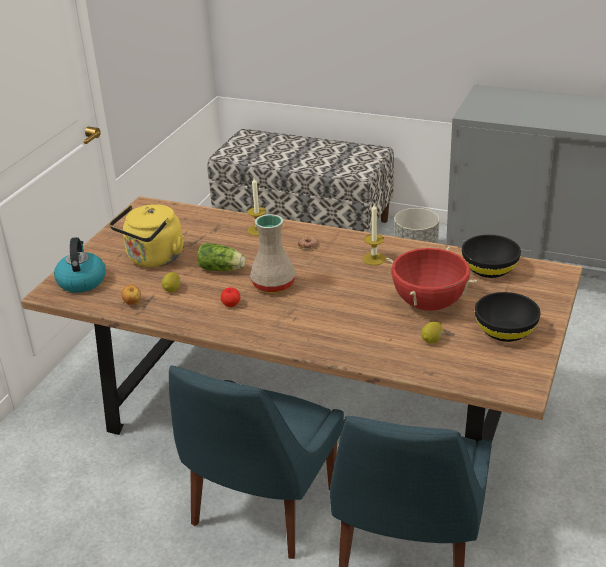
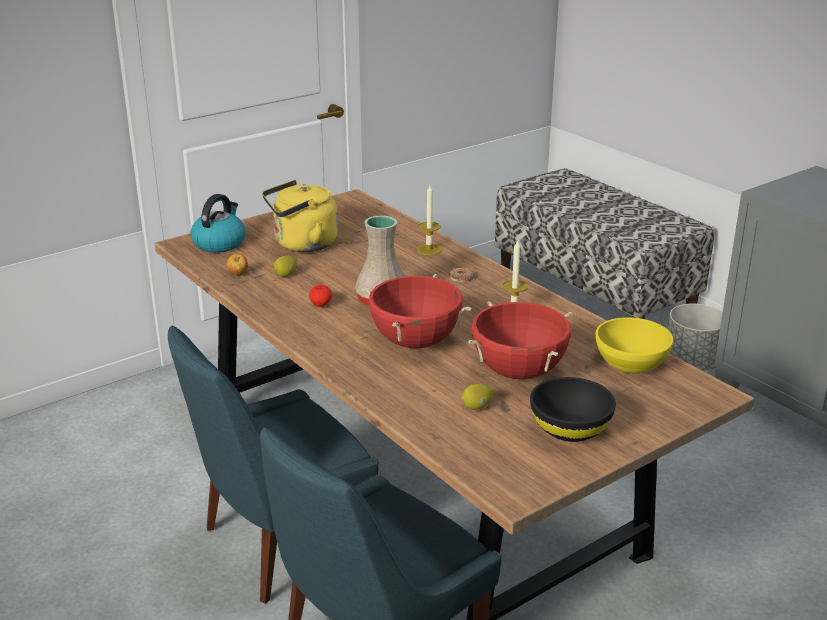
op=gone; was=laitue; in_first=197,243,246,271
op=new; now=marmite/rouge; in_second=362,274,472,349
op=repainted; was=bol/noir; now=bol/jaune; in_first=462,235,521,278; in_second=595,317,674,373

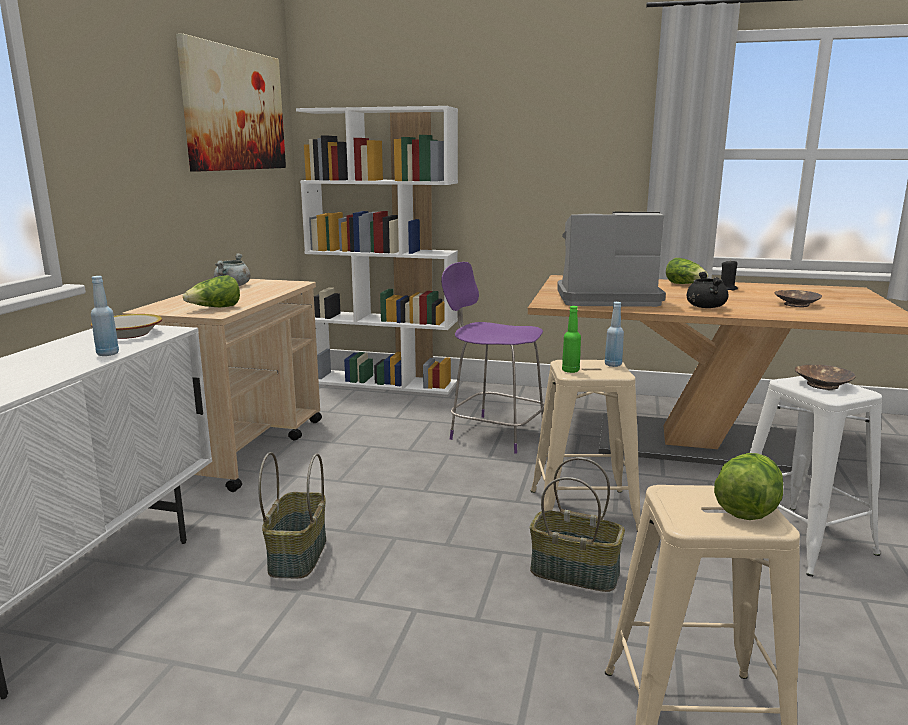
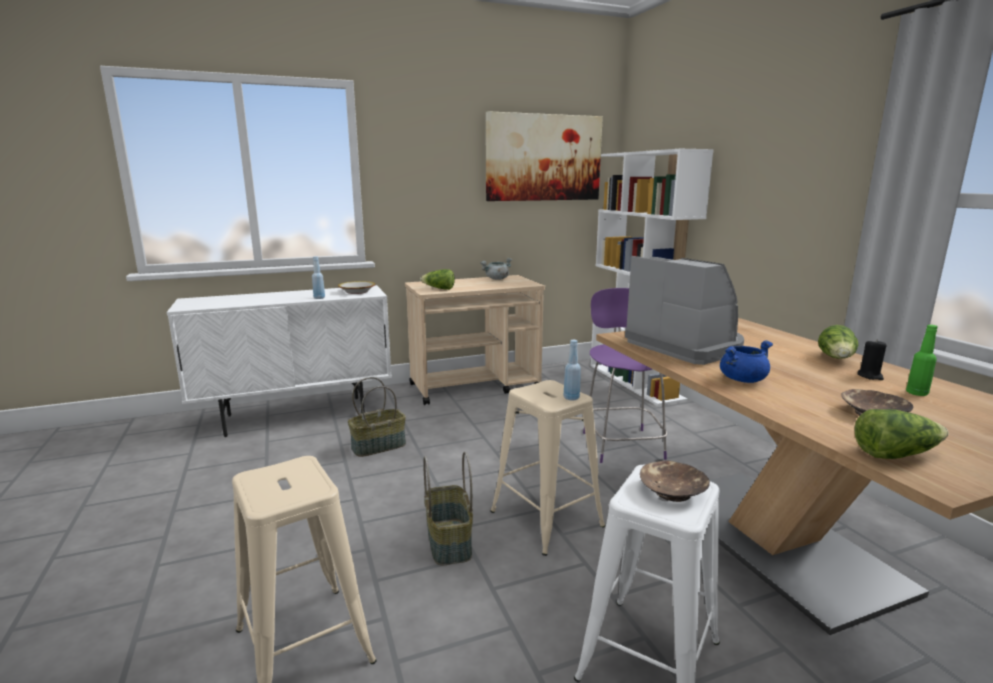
op=shifted; was=bouteille/vert; in_first=562,306,581,373; in_second=906,325,938,396
op=shifted; was=laitue; in_first=714,453,783,520; in_second=854,409,949,459
op=repainted; was=marmite/noir; now=marmite/bleu; in_first=687,272,728,308; in_second=720,340,773,383

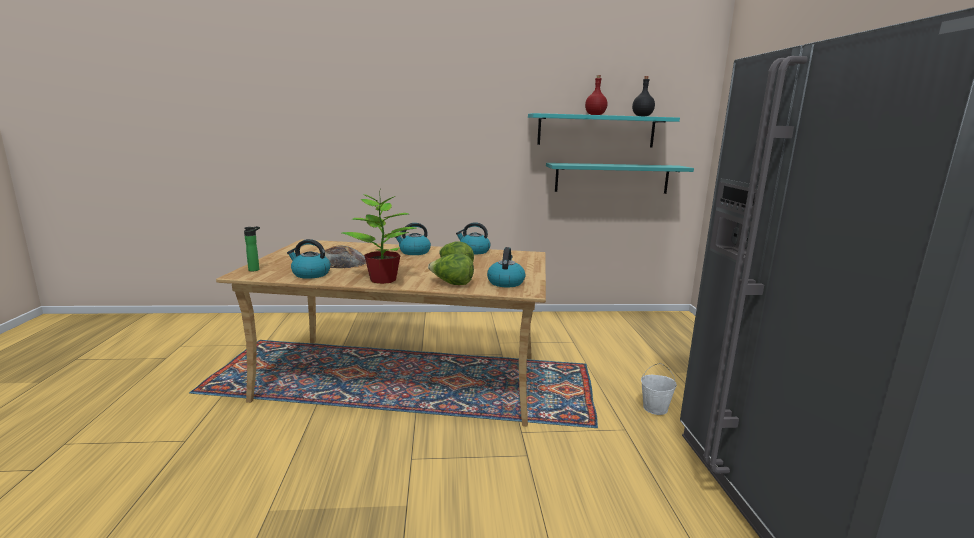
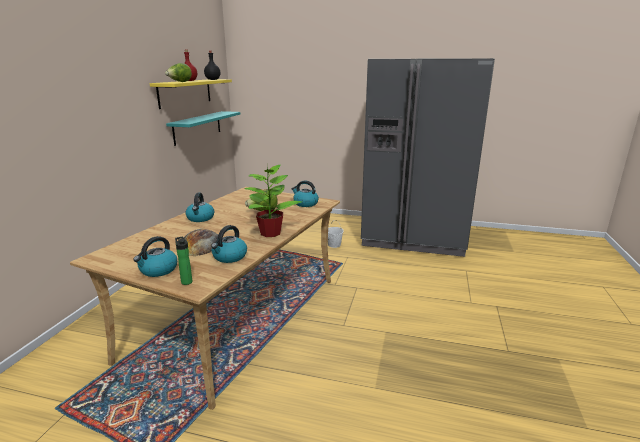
op=shifted; was=laitue; in_first=428,253,474,285; in_second=165,63,192,82
op=shifted; was=bouilloire; in_first=456,222,491,254; in_second=133,236,177,277
op=repainted; was=étagère/turquoise; now=étagère/jaune; in_first=528,113,680,147; in_second=150,79,232,109

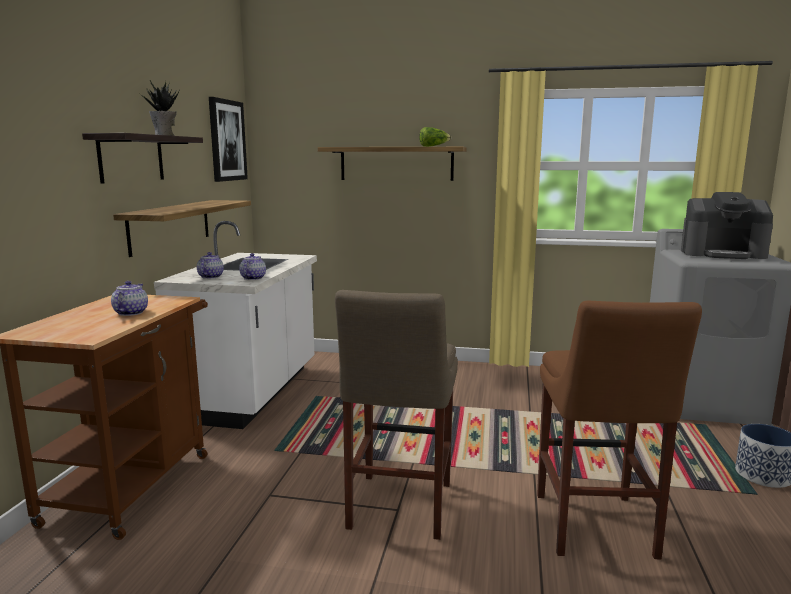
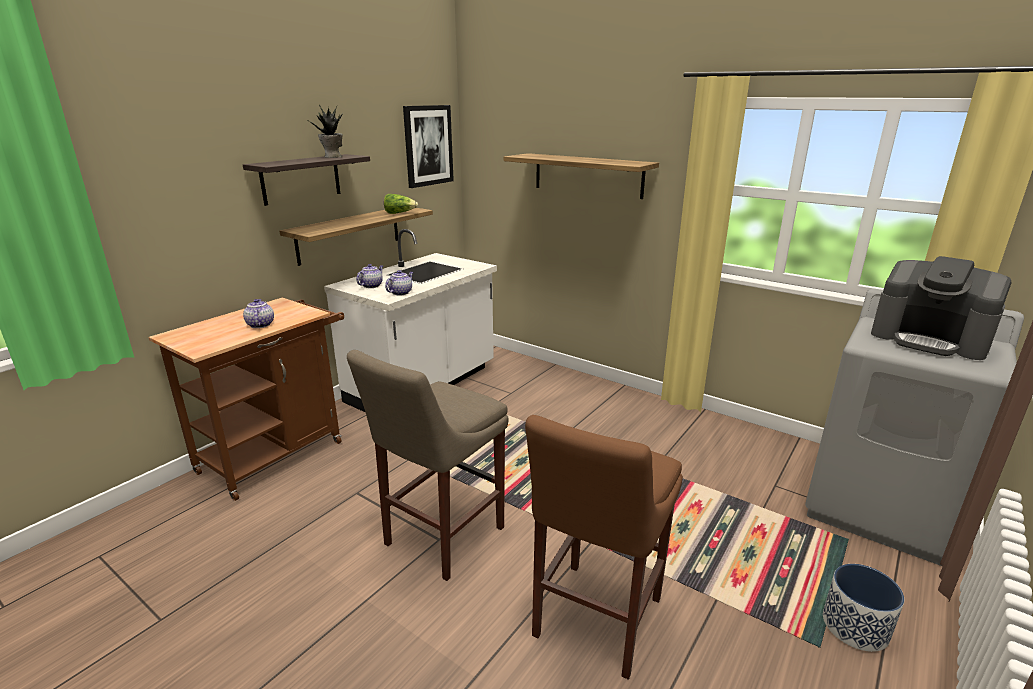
op=shifted; was=laitue; in_first=419,127,451,147; in_second=384,194,418,214
op=rotated; was=théière; in_first=111,281,148,316; in_second=243,299,274,328; clockwise=-45

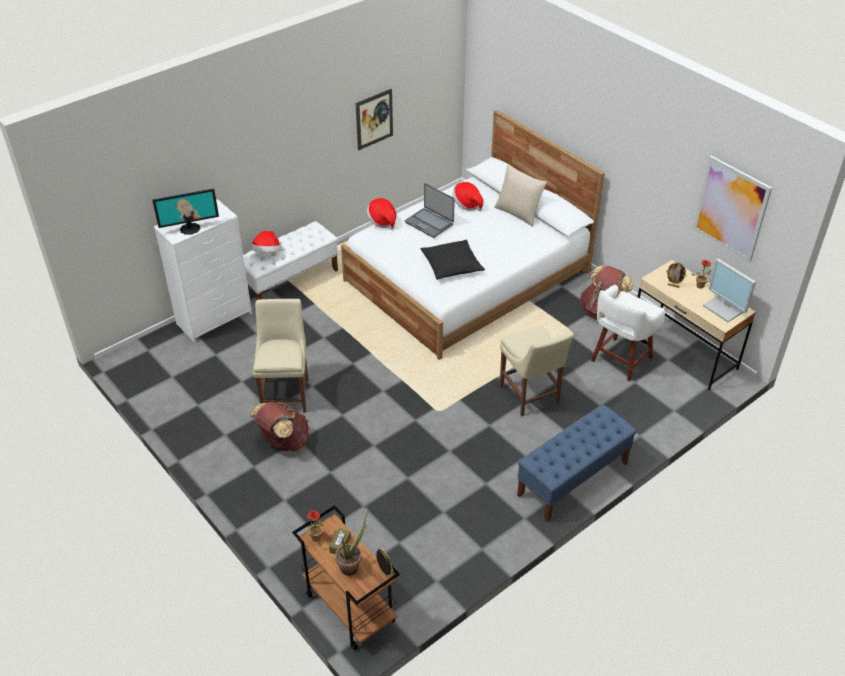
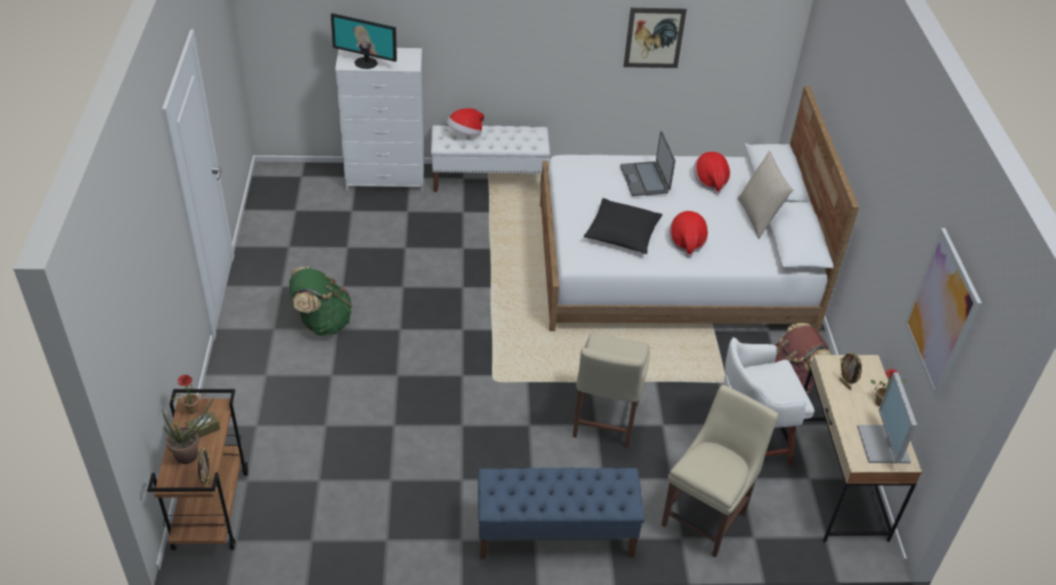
op=shifted; was=chaise/beige; in_first=253,299,309,413; in_second=661,385,778,558
op=shifted; was=chapeau; in_first=367,198,397,230; in_second=669,211,708,257
op=repainted; was=sac à dos/marron; now=sac à dos/vert; in_first=249,402,309,451; in_second=289,267,352,335

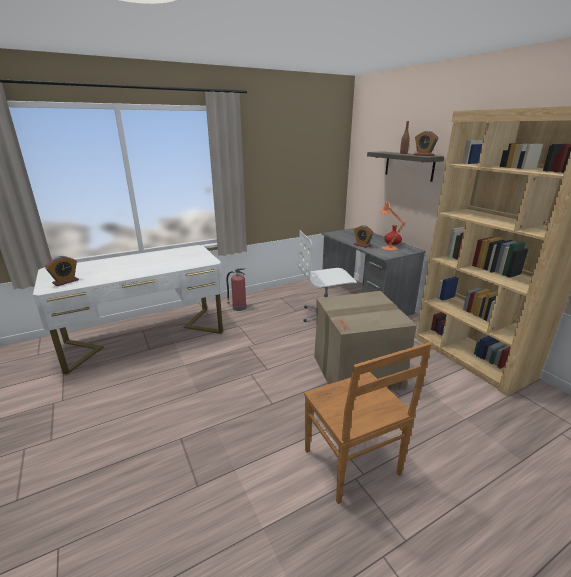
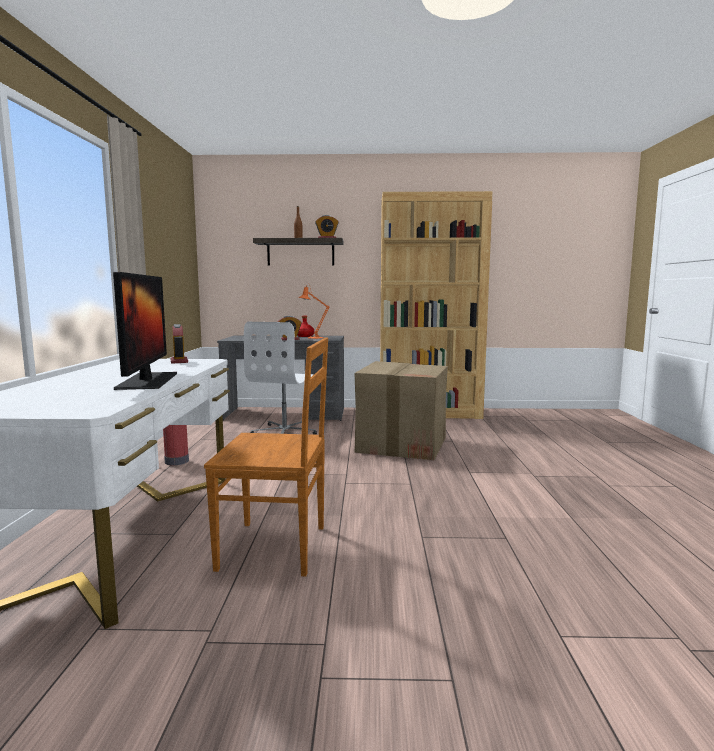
op=new; now=écran d'ordinateur; in_second=113,272,177,390
op=shifted; was=réveil; in_first=45,256,79,286; in_second=170,324,188,364
op=shifted; was=chaise/marron; in_first=304,342,432,504; in_second=204,337,328,576

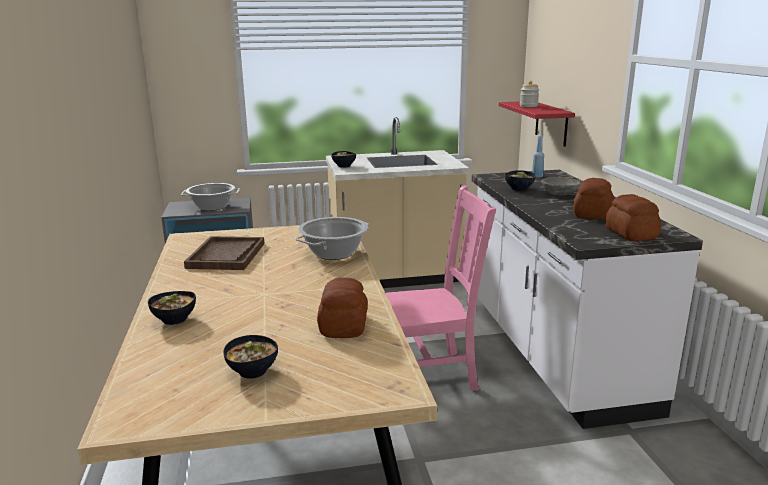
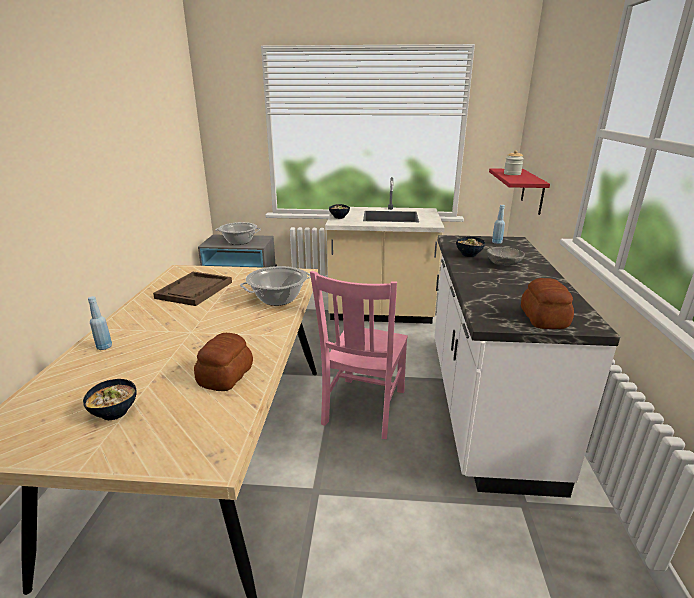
op=gone; was=pain; in_first=573,178,613,219
op=swapped; was=bol; now=bouteille/bleu; in_first=148,291,196,325; in_second=88,296,112,350
op=rotated; was=chaise/rose; in_first=385,185,496,390; in_second=310,271,408,439; clockwise=105

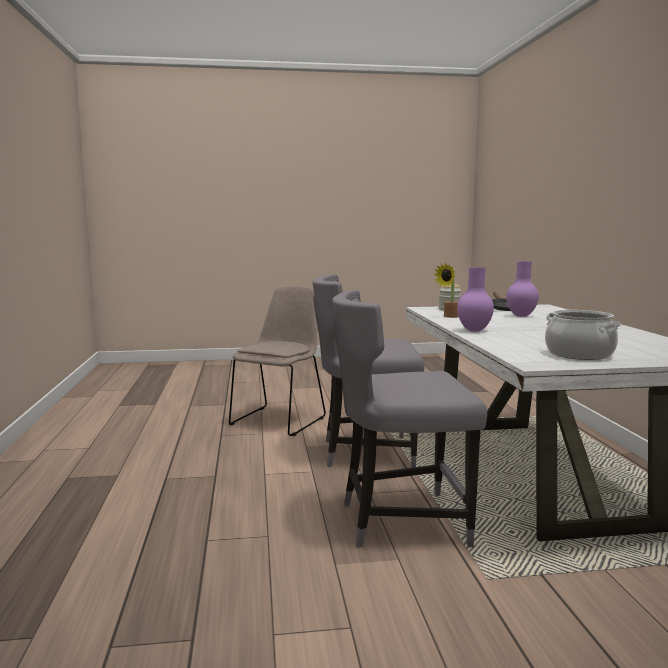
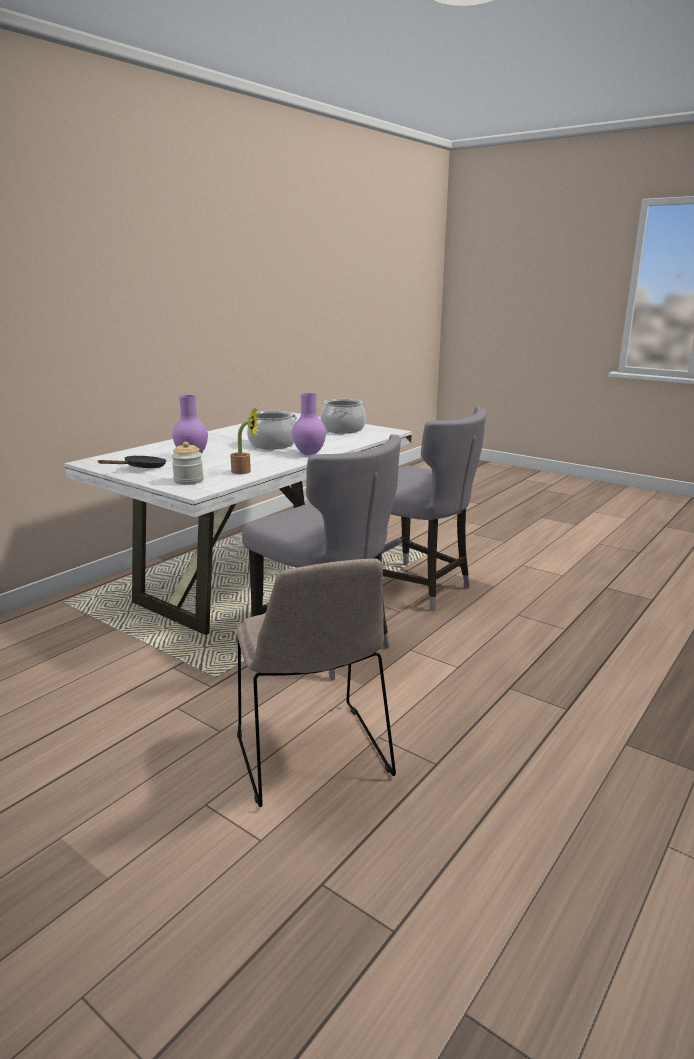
op=new; now=marmite; in_second=247,411,297,449
op=rotated; was=chaise/beige; in_first=229,286,326,436; in_second=237,559,396,807; clockwise=-90

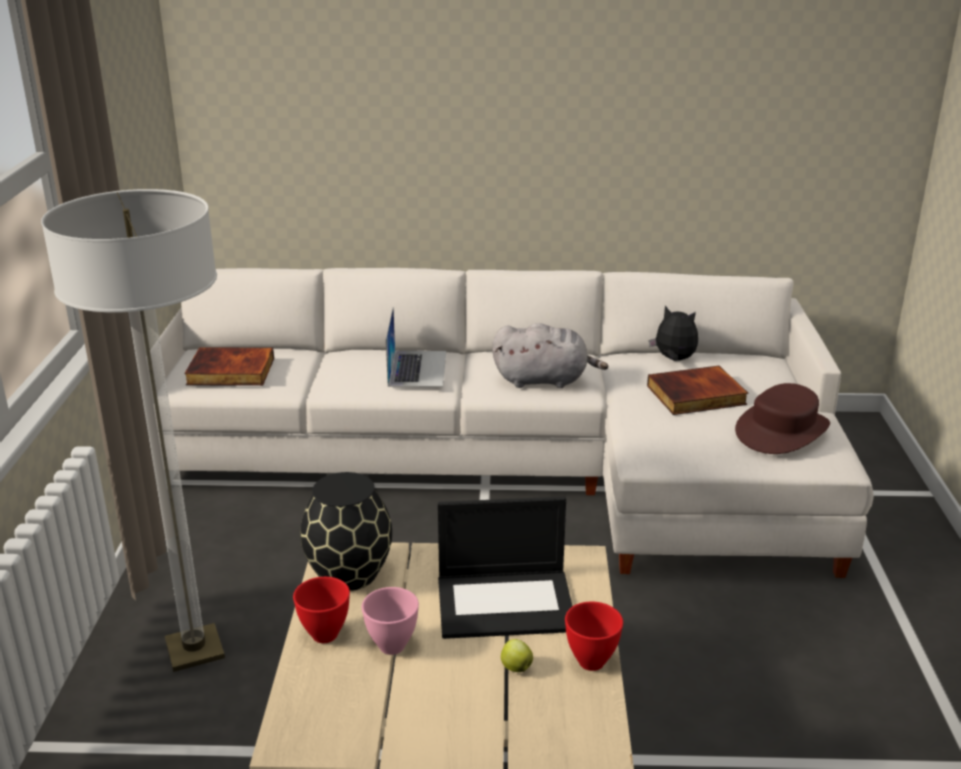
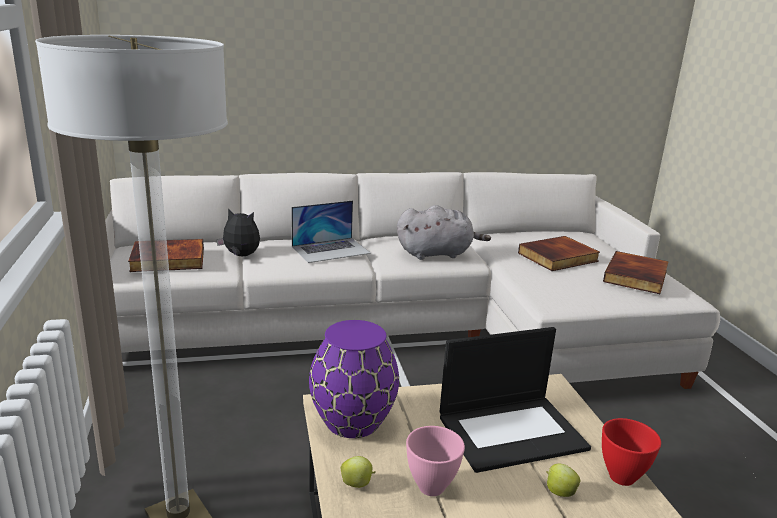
op=shifted; was=peluche; in_first=649,306,698,361; in_second=216,208,260,256
op=swapped; was=bol/rouge; now=pomme; in_first=293,577,350,643; in_second=341,456,376,488
op=swapped; was=chapeau/marron; now=livre; in_first=735,383,830,454; in_second=603,251,669,294
op=repainted; was=vase/noir; now=vase/violet; in_first=300,472,392,591; in_second=309,320,399,438
op=rotated; was=ordinateur portable; in_first=386,307,446,387; in_second=292,200,371,263; clockwise=75

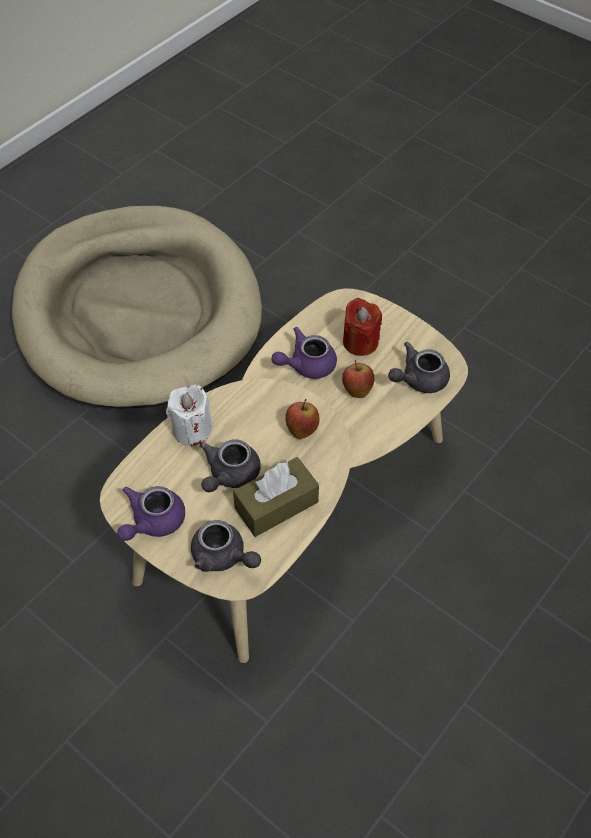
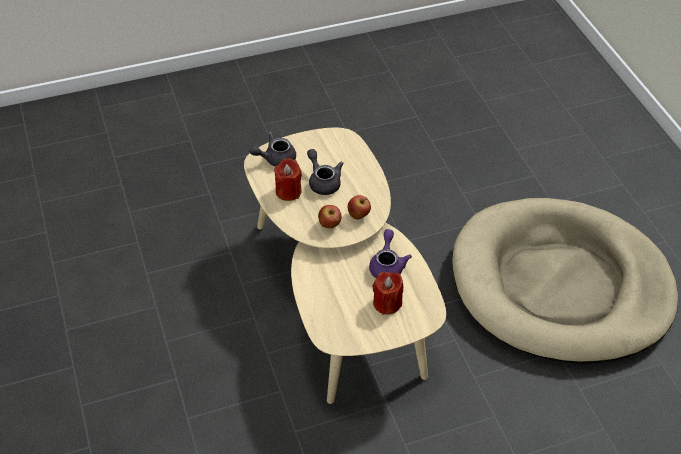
op=gone; was=théière/violet; in_first=117,486,185,541
op=gone; was=bougie/blanc; in_first=166,385,213,447
op=gone; was=théière/gris; in_first=388,342,450,393
op=shifted; was=pomme; in_first=342,360,374,398; in_second=348,195,371,220
op=swapped; was=boîte à mouchoirs/marron; now=bougie/rouge; in_first=233,457,319,537; in_second=274,158,302,201

